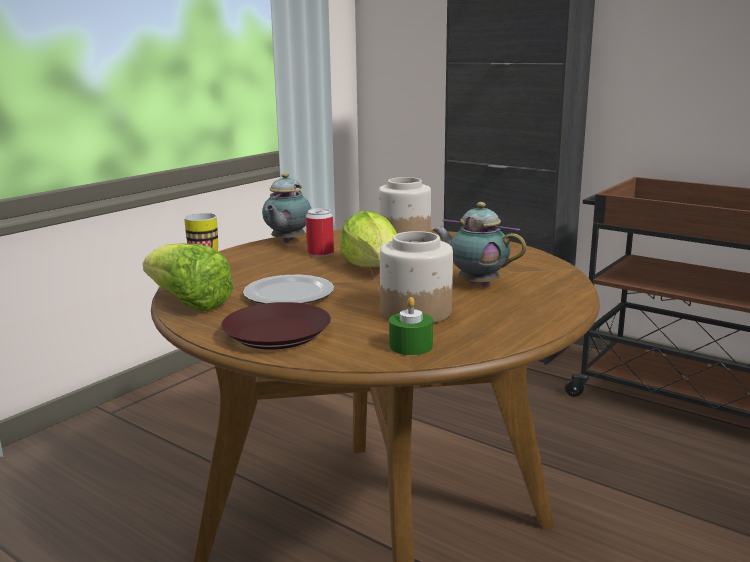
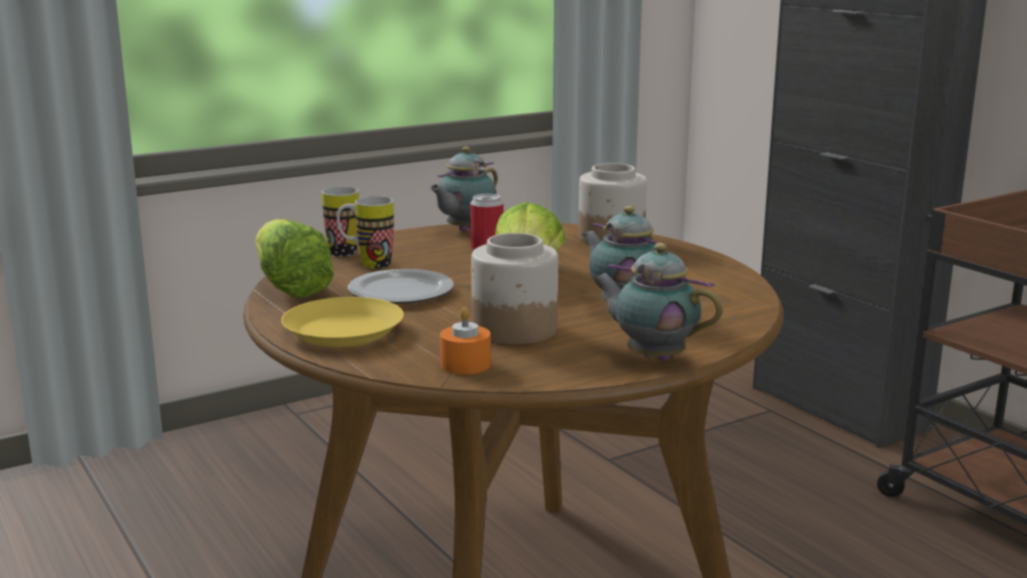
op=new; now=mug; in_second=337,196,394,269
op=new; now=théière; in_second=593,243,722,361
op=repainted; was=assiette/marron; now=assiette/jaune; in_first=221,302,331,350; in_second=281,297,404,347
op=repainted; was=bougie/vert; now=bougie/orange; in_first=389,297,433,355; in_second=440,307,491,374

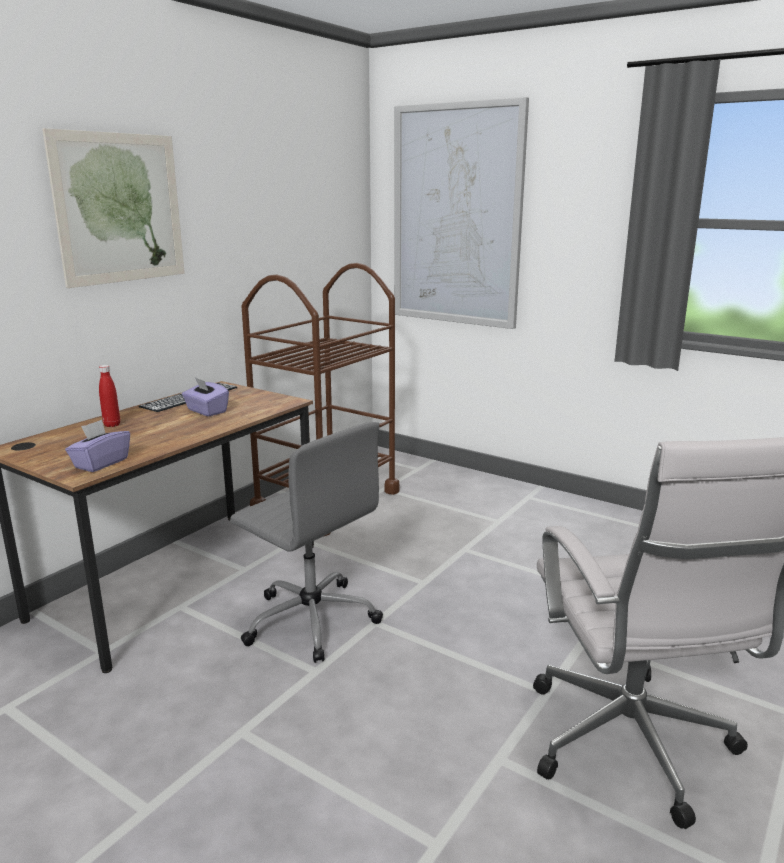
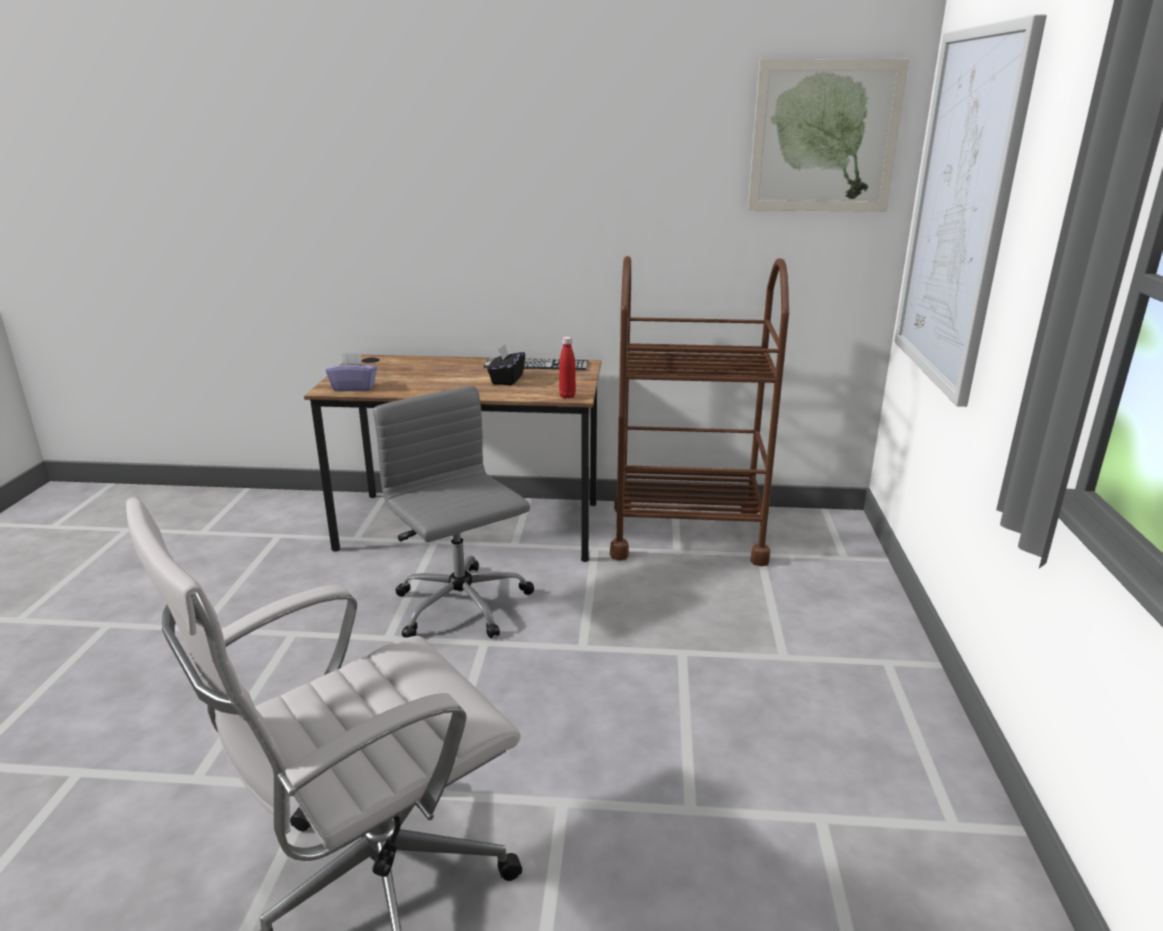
op=shifted; was=tableau; in_first=42,128,185,288; in_second=748,59,909,212
op=shifted; was=bouteille/rouge; in_first=99,365,120,427; in_second=559,337,576,399
op=repainted; was=boîte à mouchoirs/violet; now=boîte à mouchoirs/noir; in_first=182,378,229,417; in_second=487,344,525,385
op=rotated; was=chaise de bureau/gris; in_first=230,422,383,663; in_second=373,386,534,638; clockwise=135

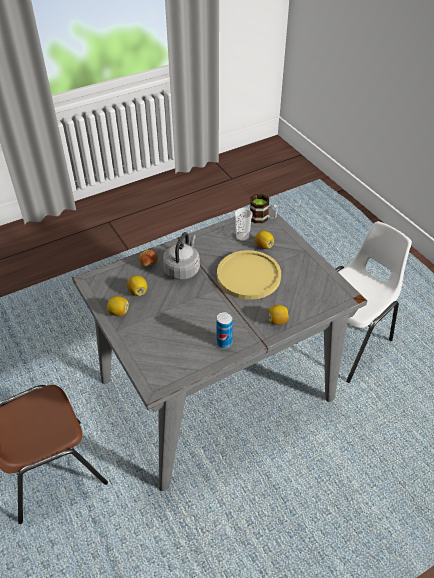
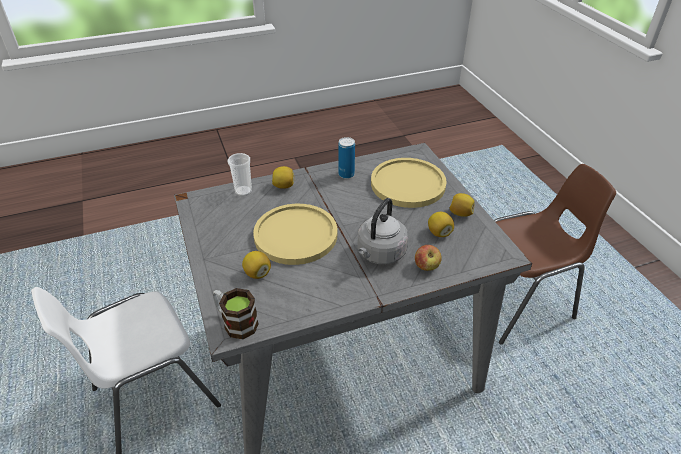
op=new; now=assiette/jaune; in_second=371,158,447,208
op=shifted; was=tasse; in_first=235,208,253,241; in_second=228,153,252,196

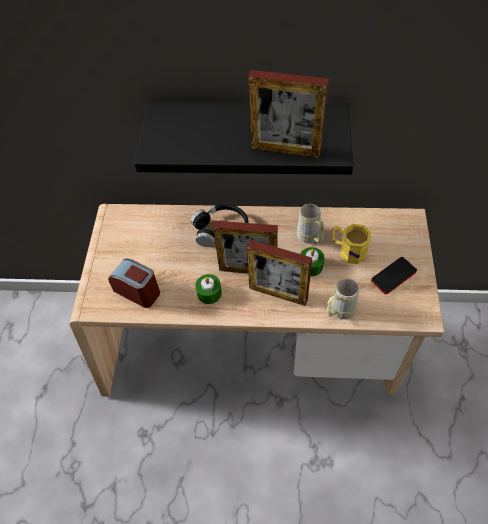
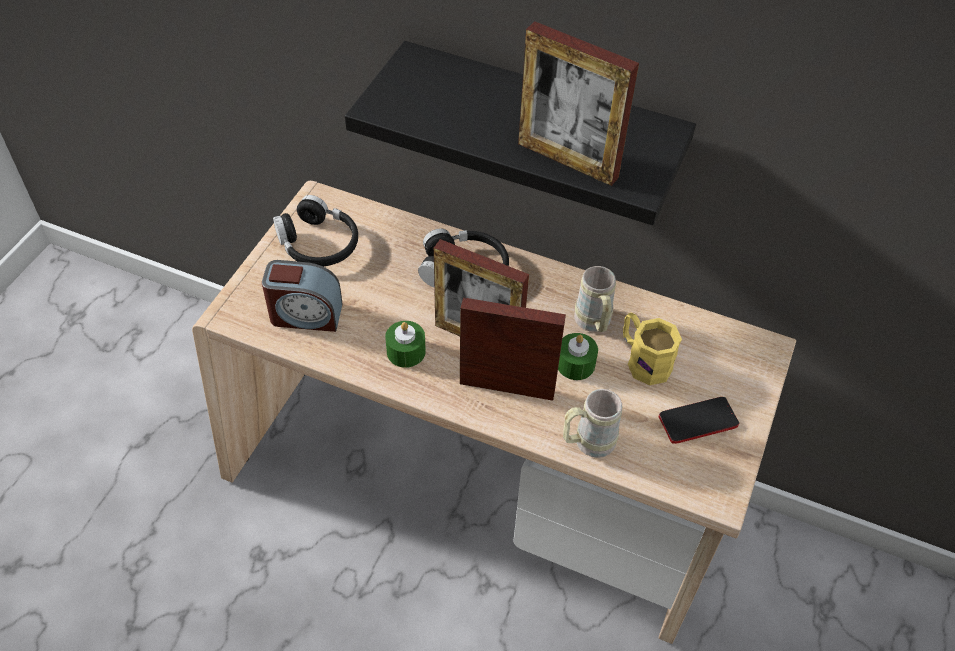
op=new; now=casque audio/noir; in_second=273,195,358,266
op=rotated; was=réveil; in_first=108,259,160,308; in_second=262,260,343,332; clockwise=135
op=rotated; was=cadre photo; in_first=247,240,312,306; in_second=460,297,566,401; clockwise=150

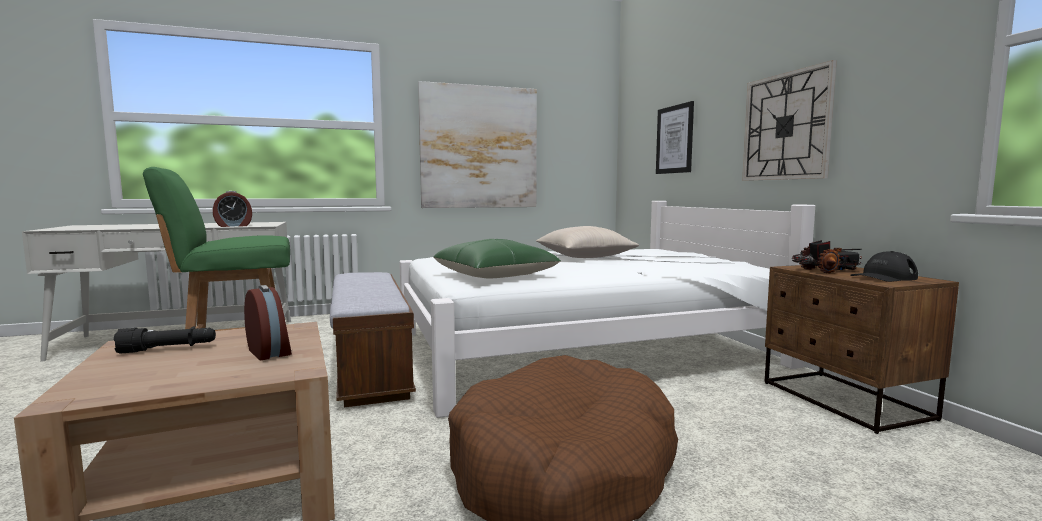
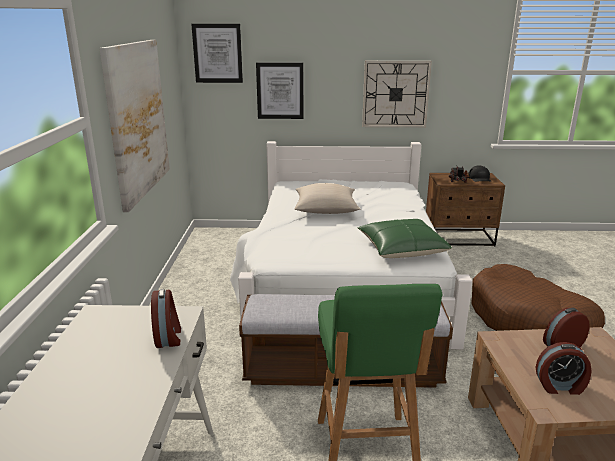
op=new; now=tableau; in_second=191,24,243,83
op=swapped; was=lampe de poche/noir; now=réveil; in_first=113,326,216,354; in_second=536,342,591,395

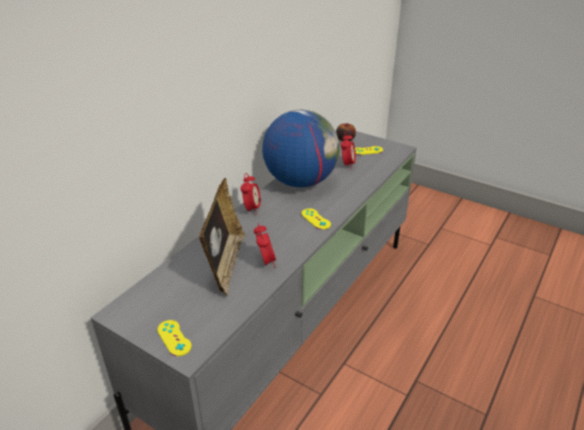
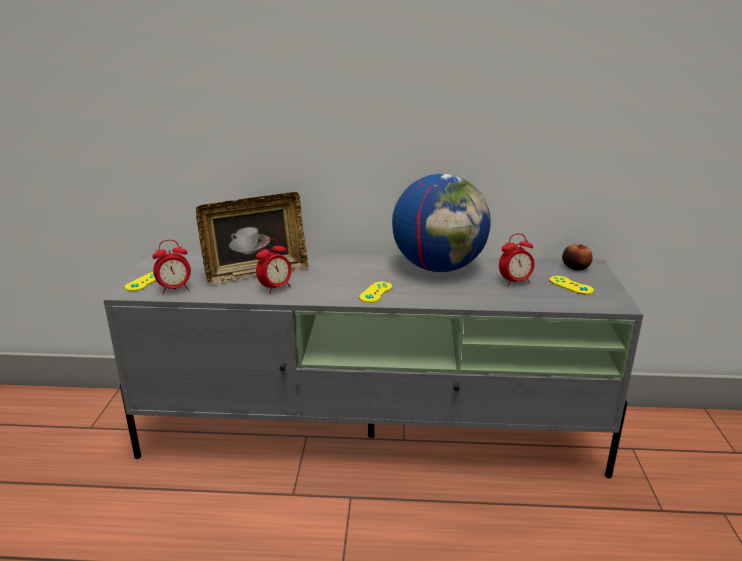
op=shifted; was=réveil; in_first=240,173,261,215; in_second=152,240,191,294

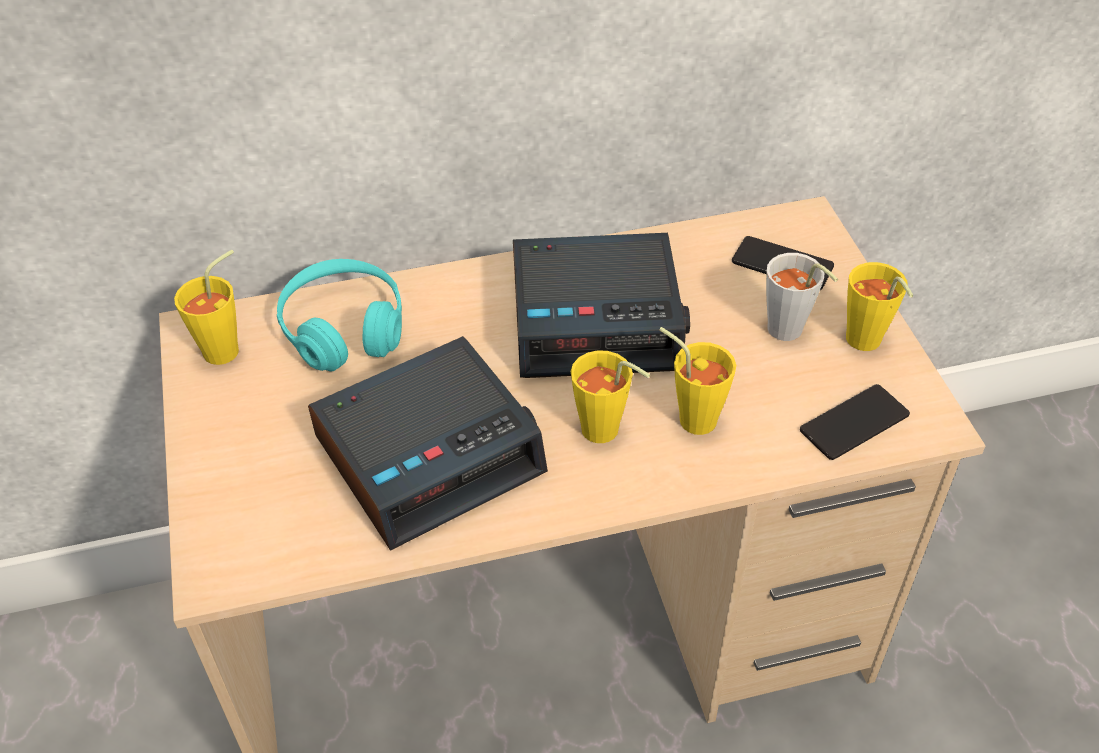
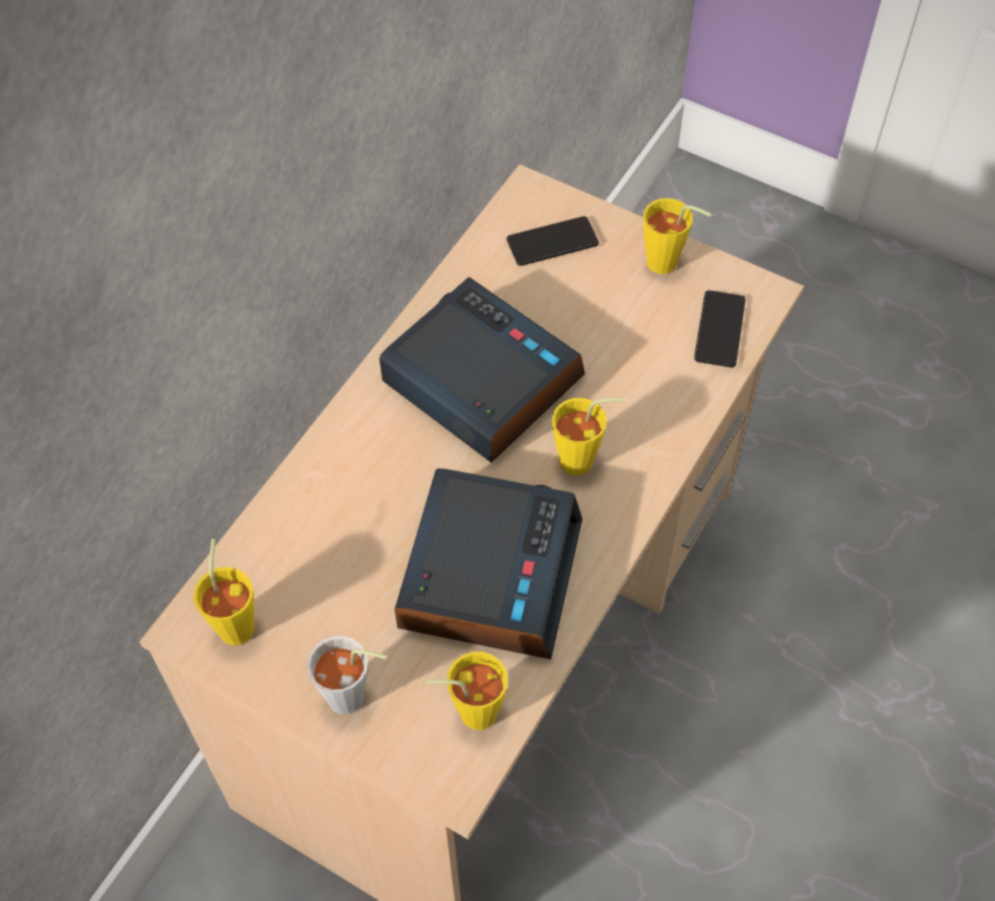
op=gone; was=casque audio/turquoise; in_first=277,259,402,371
op=shifted; was=tasse/jaune; in_first=659,327,736,435; in_second=426,652,508,730
op=shifted; was=tasse/gris; in_first=766,253,838,341; in_second=307,636,387,714
op=rotated; was=réveil; in_first=513,233,690,378; in_second=379,277,585,463; clockwise=-90

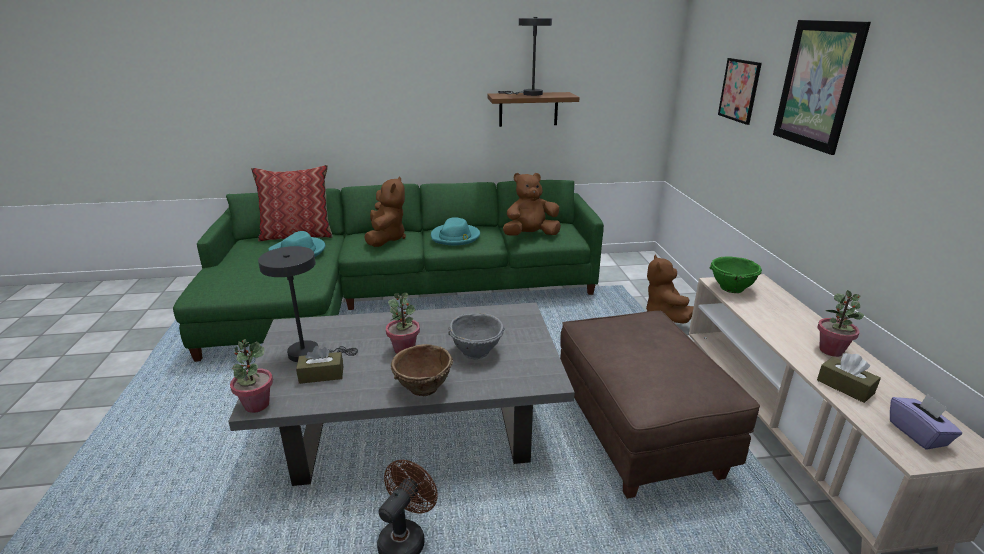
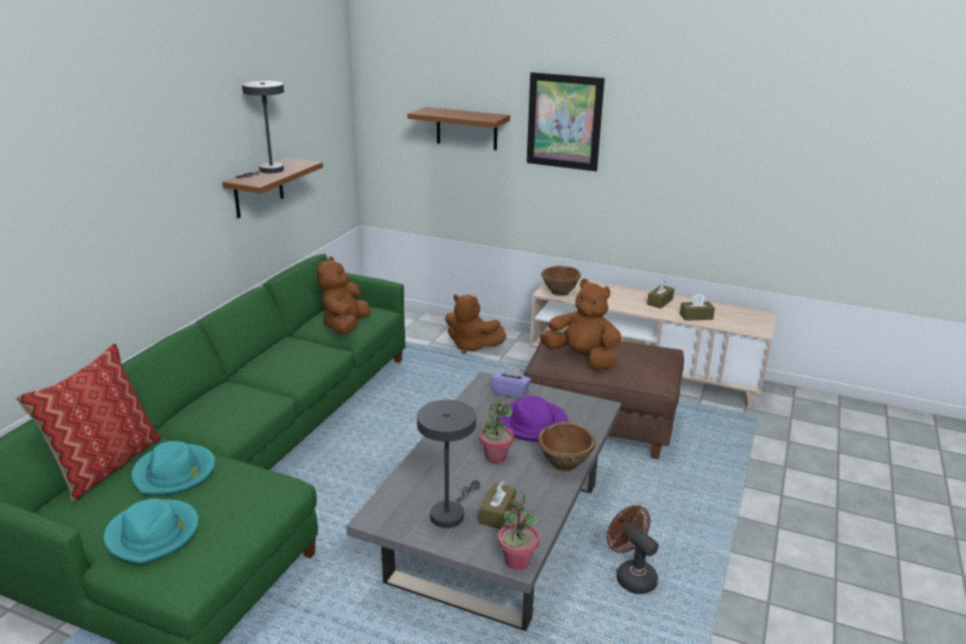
op=shifted; was=peluche/marron; in_first=364,176,406,247; in_second=540,279,622,369
op=shifted; was=chapeau/turquoise; in_first=431,217,480,245; in_second=104,498,199,564
op=shifted; was=boîte à mouchoirs/violet; in_first=890,394,963,450; in_second=491,365,531,399
op=swapped; was=bol/gris; now=chapeau/violet; in_first=448,313,505,359; in_second=499,396,569,441
op=swapped; was=tableau; now=étagère/marron; in_first=718,58,762,125; in_second=408,107,510,150
op=swapped; was=plante en pot; now=boîte à mouchoirs/marron; in_first=817,290,864,357; in_second=647,280,674,309
op=repainted; was=bol/vert; now=bol/marron; in_first=709,256,762,293; in_second=541,266,581,296

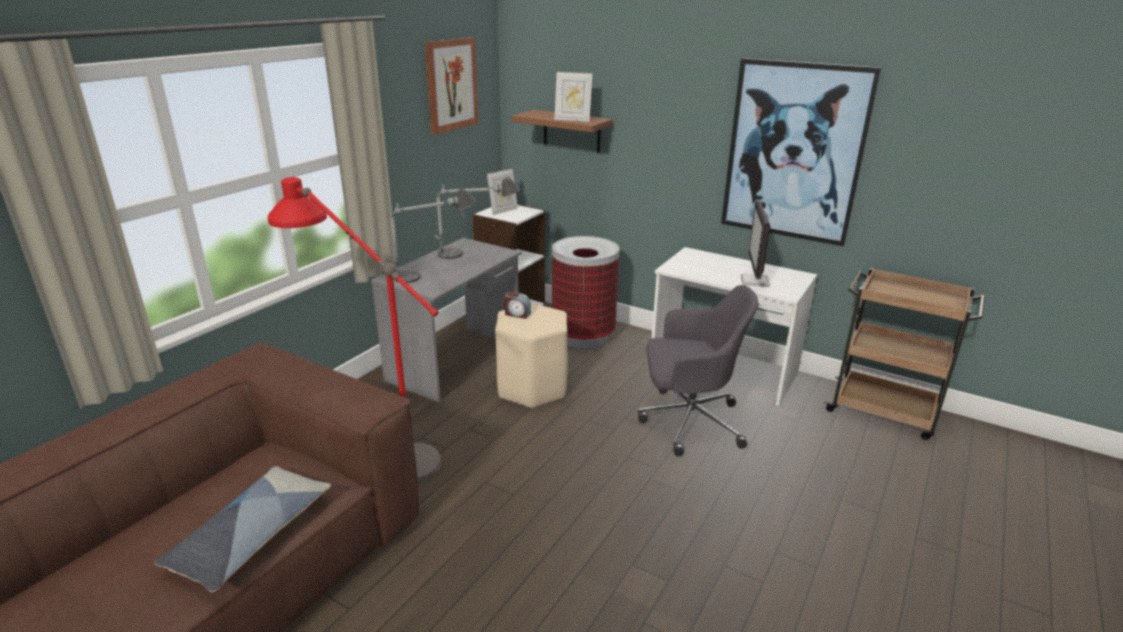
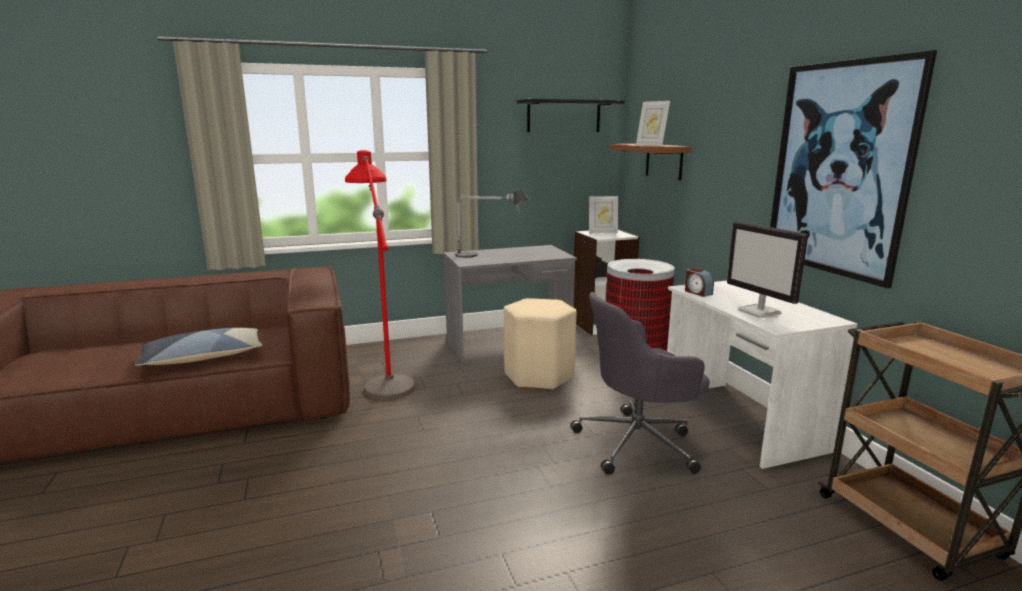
op=gone; was=lampe de table; in_first=435,177,520,259
op=shifted; was=réveil; in_first=504,292,531,319; in_second=685,268,714,297
op=swapped; was=tableau; now=étagère/noir; in_first=425,38,479,134; in_second=517,99,625,132
op=rotated; was=chaise de bureau/gris; in_first=638,285,758,456; in_second=570,292,710,475; clockwise=120
op=rotated; was=écran d'ordinateur; in_first=741,200,770,287; in_second=727,221,808,318; clockwise=-75

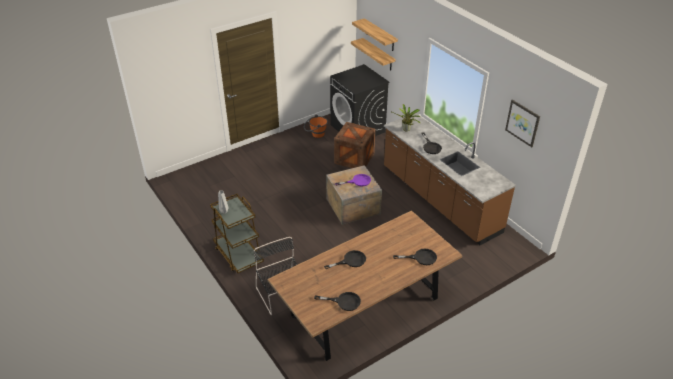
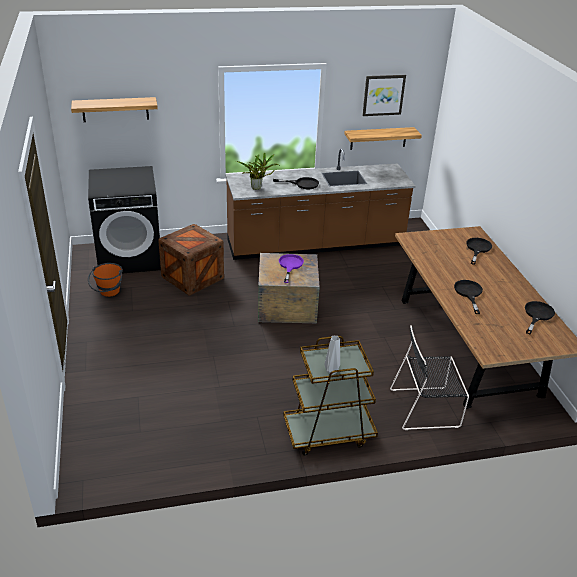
op=shifted; was=étagère; in_first=351,38,395,70; in_second=344,127,422,150

